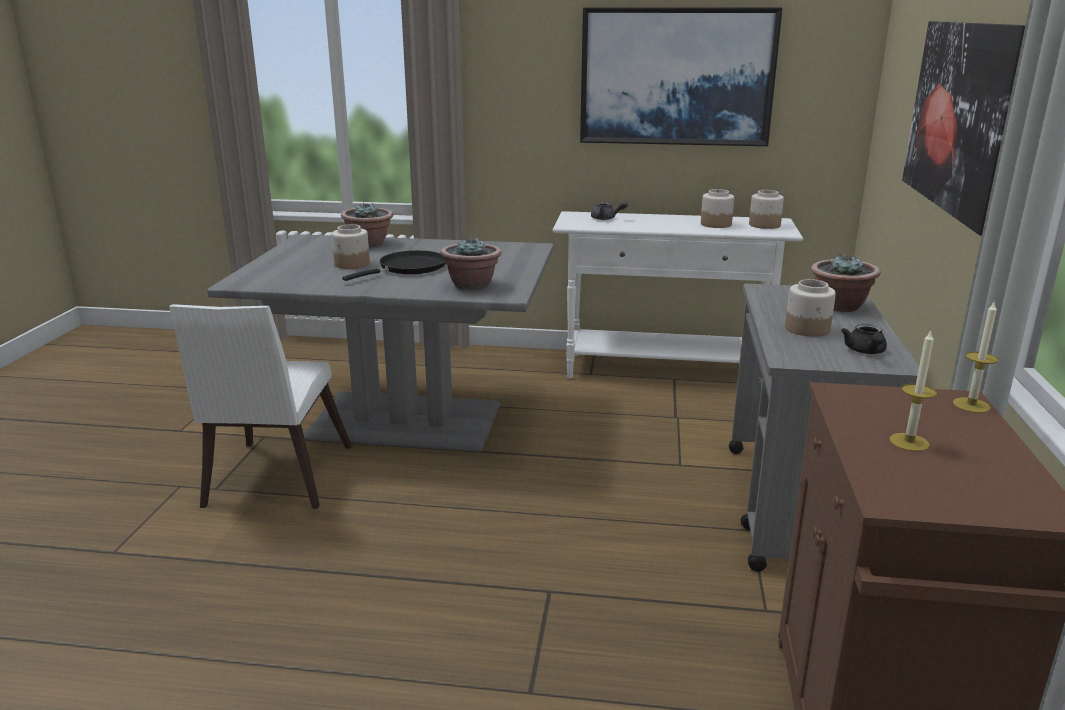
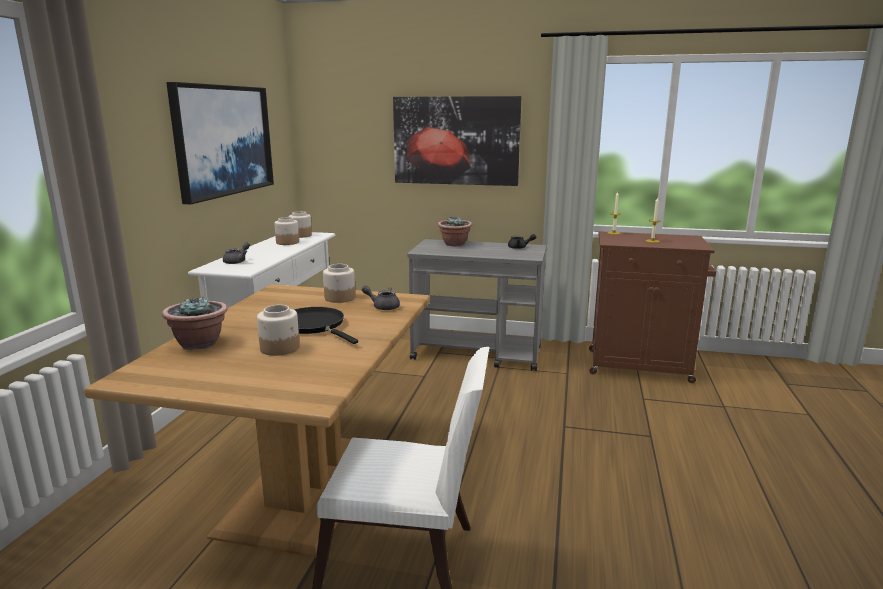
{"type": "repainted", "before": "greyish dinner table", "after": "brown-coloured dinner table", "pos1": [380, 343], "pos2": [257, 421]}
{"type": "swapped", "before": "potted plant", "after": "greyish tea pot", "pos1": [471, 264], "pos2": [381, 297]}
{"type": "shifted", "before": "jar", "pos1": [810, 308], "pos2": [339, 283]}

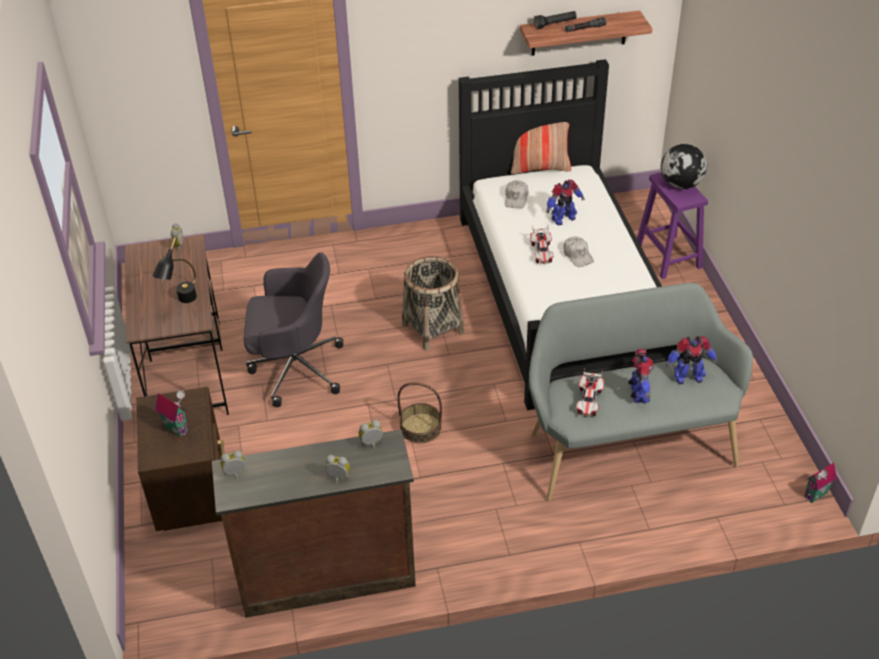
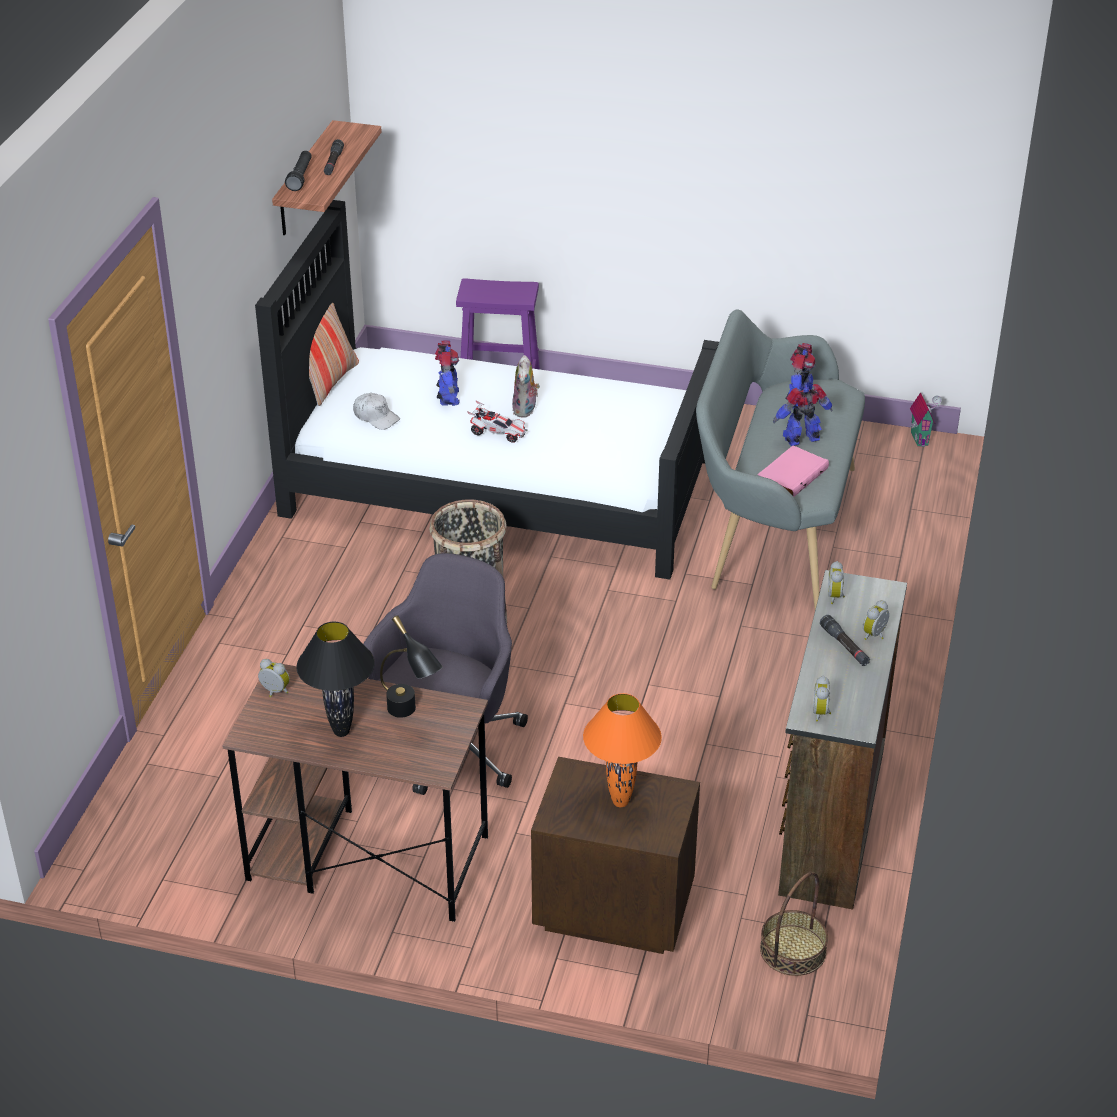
{"type": "gone", "before": "desk globe", "pos1": [684, 166]}
{"type": "swapped", "before": "white-coloured peaked cap", "after": "soft toy", "pos1": [578, 252], "pos2": [526, 386]}
{"type": "rotated", "before": "toy robot", "pos1": [641, 376], "pos2": [803, 415], "turn": -45}
{"type": "swapped", "before": "model car", "after": "pink volume", "pos1": [590, 392], "pos2": [793, 471]}
{"type": "shifted", "before": "storage basket", "pos1": [419, 413], "pos2": [794, 924]}
{"type": "swapped", "before": "toy house", "after": "orange lamp for a table", "pos1": [171, 413], "pos2": [622, 750]}
{"type": "new", "after": "blackish torch", "pos2": [845, 640]}
{"type": "new", "after": "blackish lamp for a table", "pos2": [335, 679]}

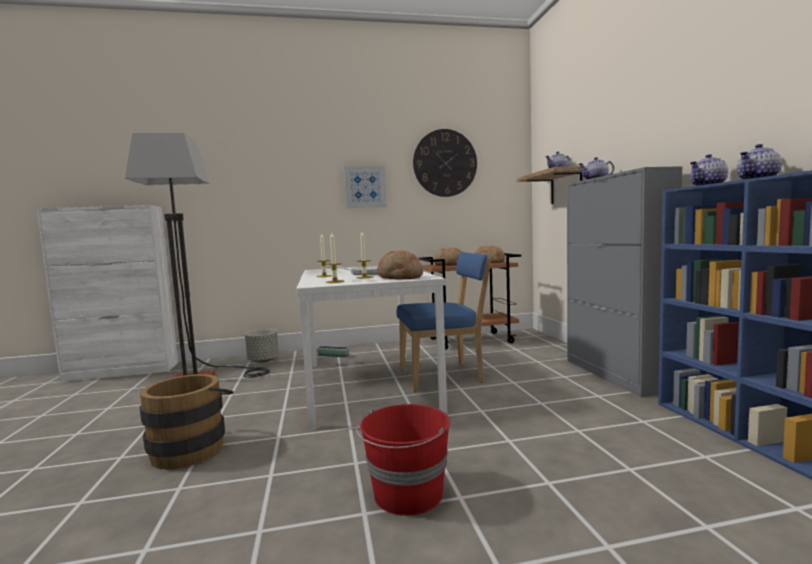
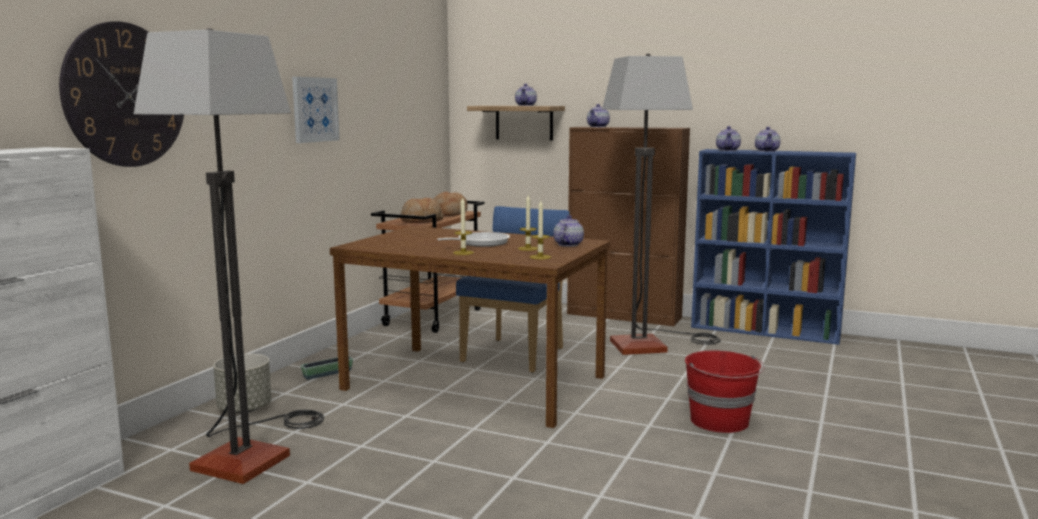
{"type": "shifted", "before": "hanging clock", "pos1": [445, 163], "pos2": [121, 94]}
{"type": "repainted", "before": "greyish cabinet", "after": "brown-coloured cabinet", "pos1": [624, 281], "pos2": [628, 226]}
{"type": "swapped", "before": "bread", "after": "tea pot", "pos1": [400, 265], "pos2": [568, 230]}
{"type": "repainted", "before": "white-coloured dinner table", "after": "brown-coloured dinner table", "pos1": [371, 349], "pos2": [470, 327]}
{"type": "gone", "before": "brown-coloured bucket", "pos1": [187, 421]}
{"type": "new", "after": "standing lamp", "pos2": [661, 204]}

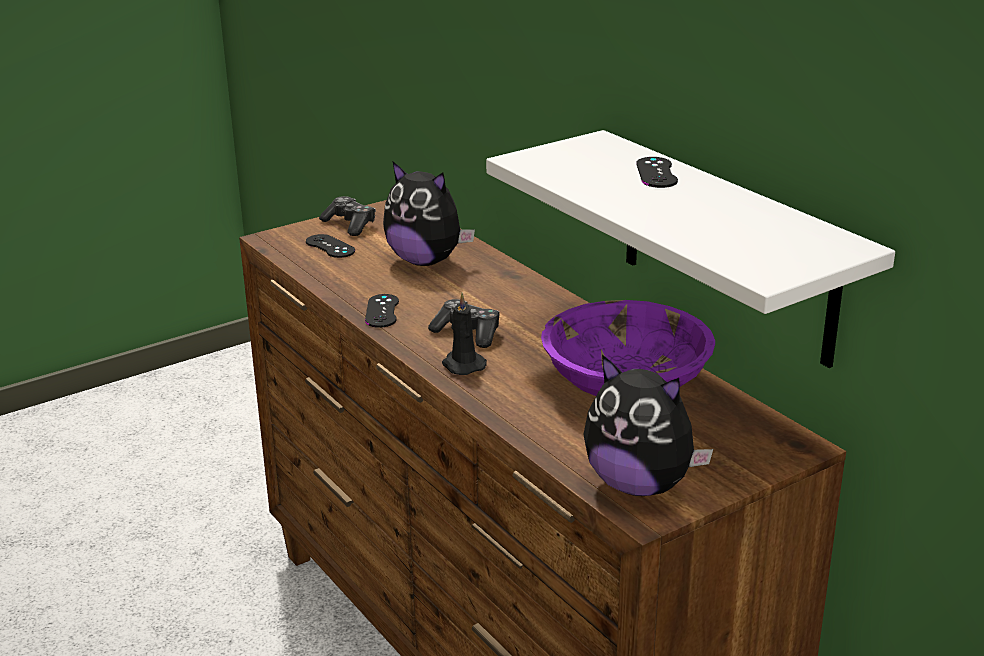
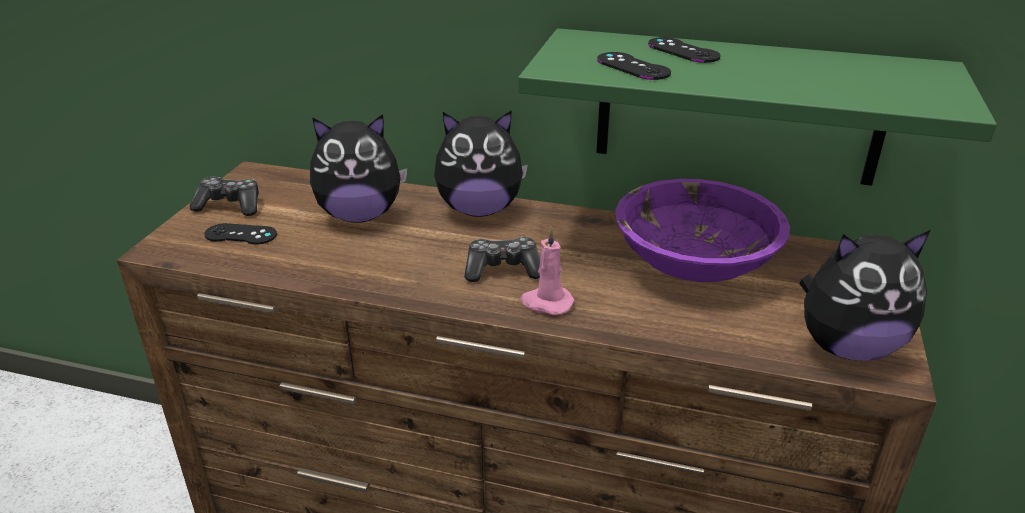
{"type": "repainted", "before": "white-coloured wall shelf", "after": "green wall shelf", "pos1": [690, 249], "pos2": [757, 107]}
{"type": "repainted", "before": "blackish wax light", "after": "pink wax light", "pos1": [464, 334], "pos2": [547, 271]}
{"type": "shifted", "before": "blackish game controller", "pos1": [382, 311], "pos2": [634, 66]}
{"type": "new", "after": "soft toy", "pos2": [481, 164]}

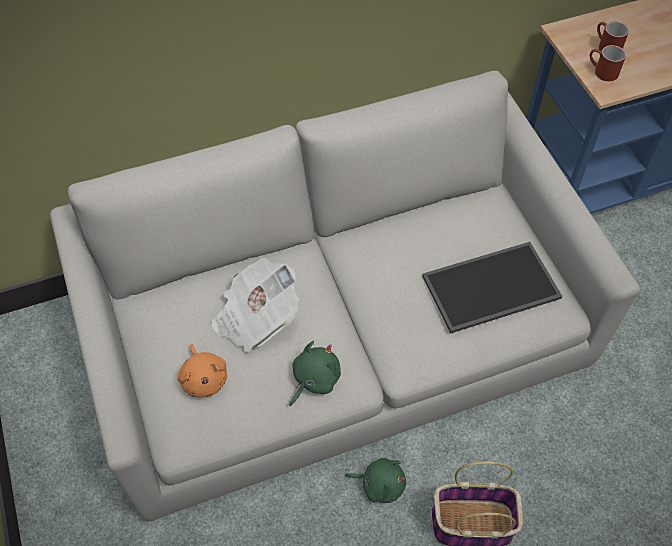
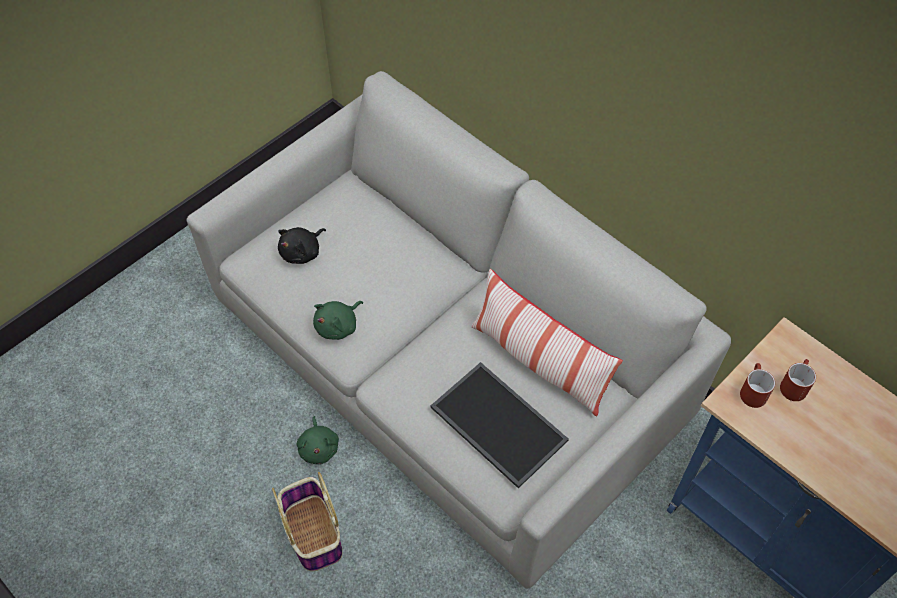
{"type": "gone", "before": "printed paper", "pos1": [255, 305]}
{"type": "rotated", "before": "green soft toy", "pos1": [315, 373], "pos2": [338, 320], "turn": 120}
{"type": "repainted", "before": "orange soft toy", "after": "blackish soft toy", "pos1": [202, 371], "pos2": [302, 245]}
{"type": "new", "after": "pillow", "pos2": [547, 343]}

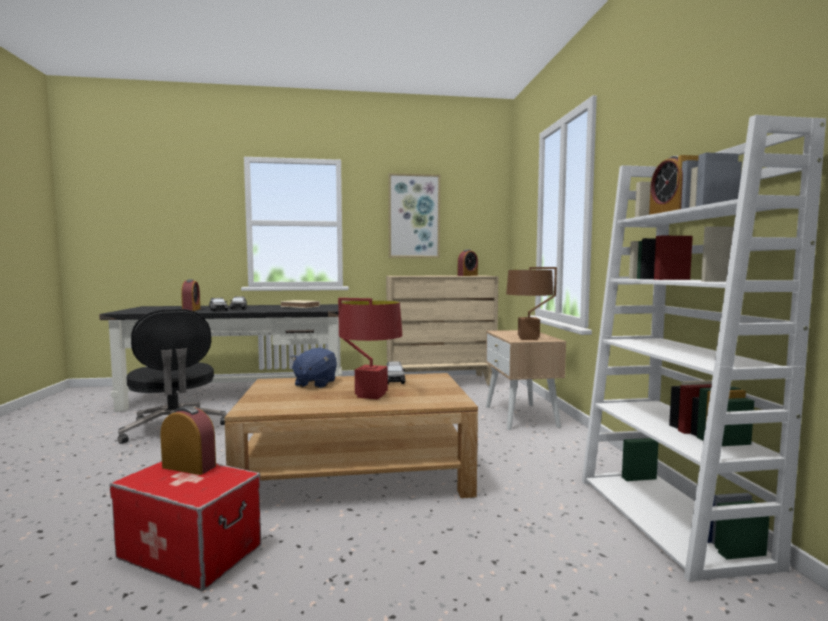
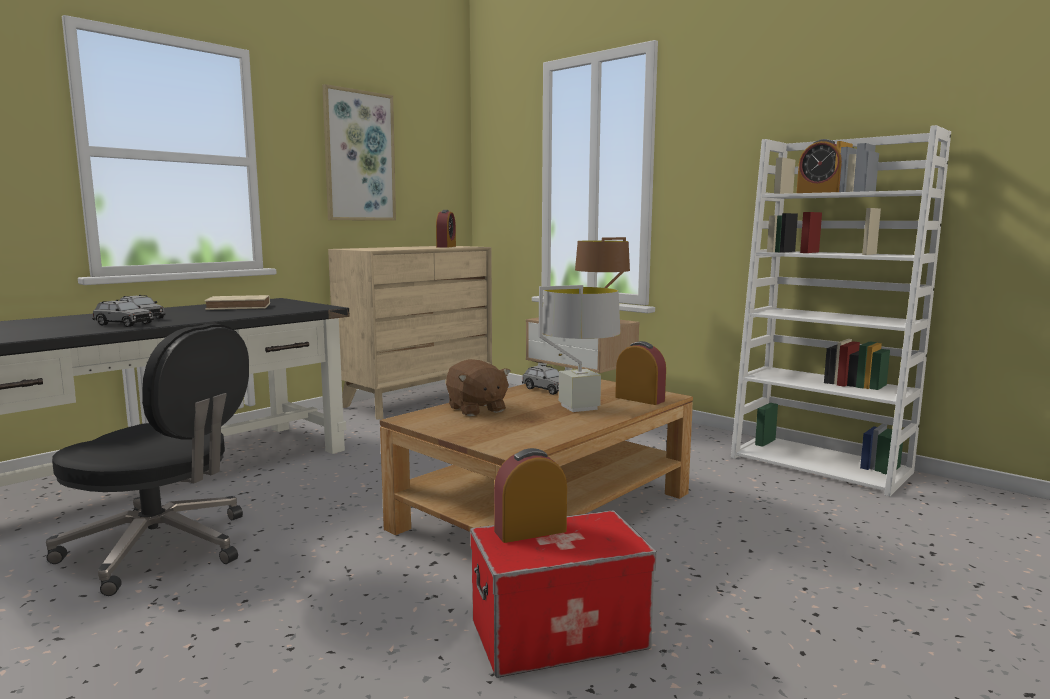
{"type": "shifted", "before": "bedside clock", "pos1": [190, 295], "pos2": [640, 373]}
{"type": "repainted", "before": "red-coloured lamp for a table", "after": "greyish lamp for a table", "pos1": [370, 349], "pos2": [580, 348]}
{"type": "repainted", "before": "blue soft toy", "after": "brown-coloured soft toy", "pos1": [313, 368], "pos2": [478, 387]}

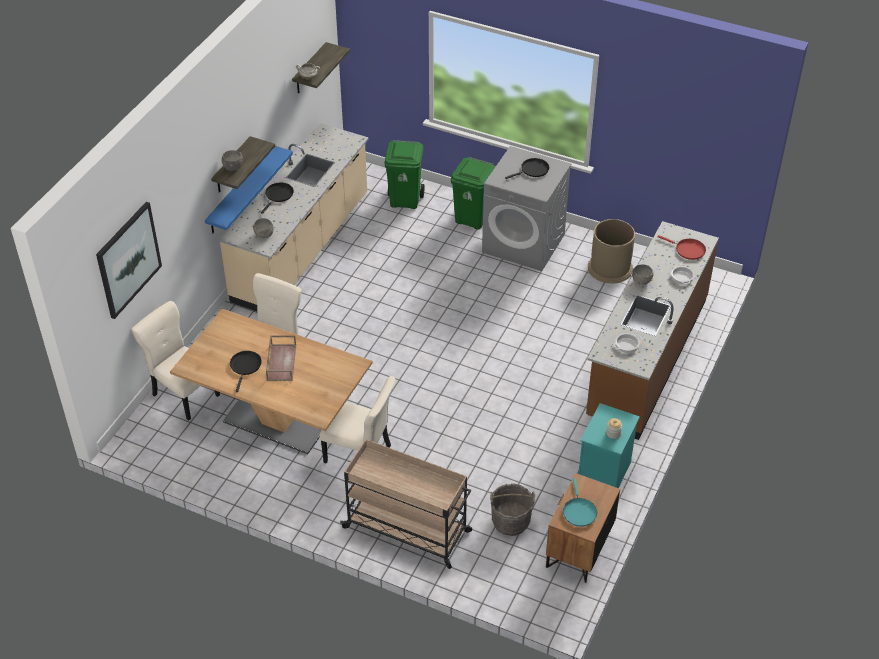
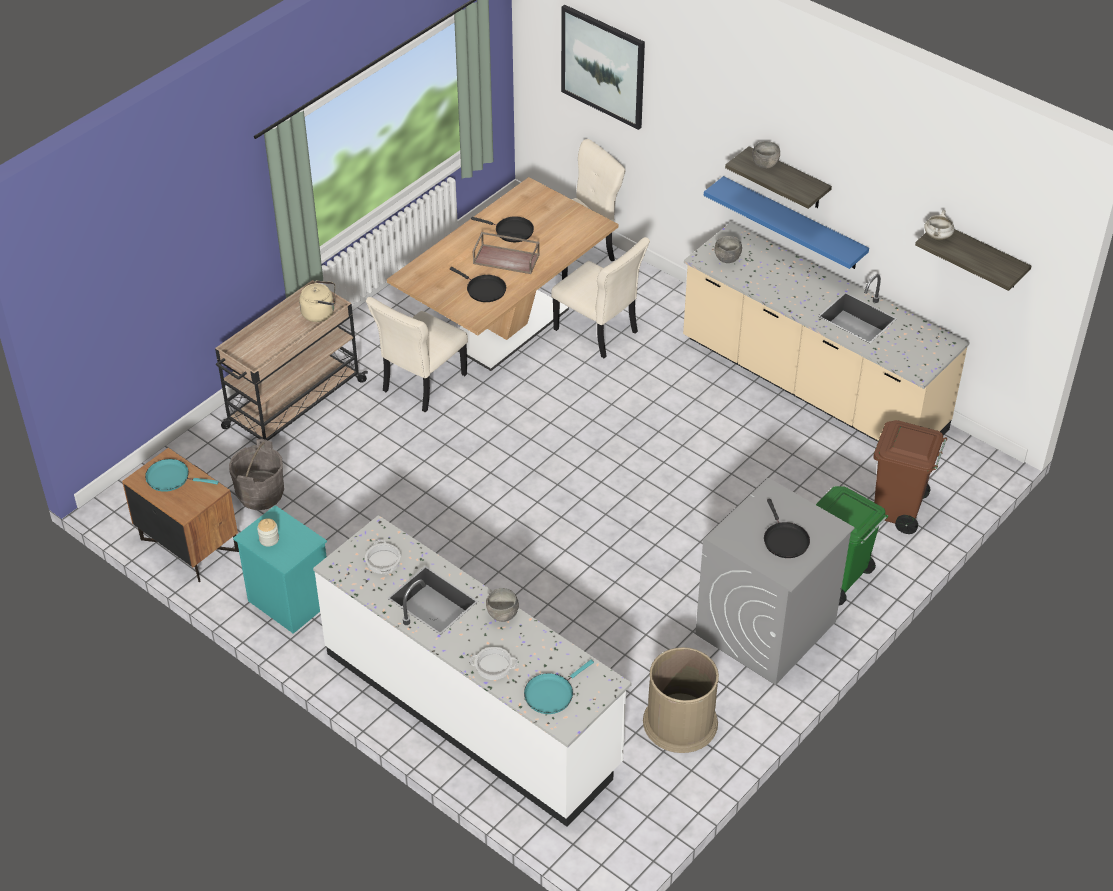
{"type": "repainted", "before": "green waste bin", "after": "brown-coloured waste bin", "pos1": [404, 174], "pos2": [910, 477]}
{"type": "shifted", "before": "blackish frying pan", "pos1": [277, 198], "pos2": [478, 284]}
{"type": "repainted", "before": "brown-coloured kitchen base unit", "after": "white-coloured kitchen base unit", "pos1": [652, 330], "pos2": [472, 671]}
{"type": "repainted", "before": "red-coloured frying pan", "after": "turquoise frying pan", "pos1": [682, 247], "pos2": [559, 687]}
{"type": "new", "after": "sand-coloured water kettle", "pos2": [317, 301]}

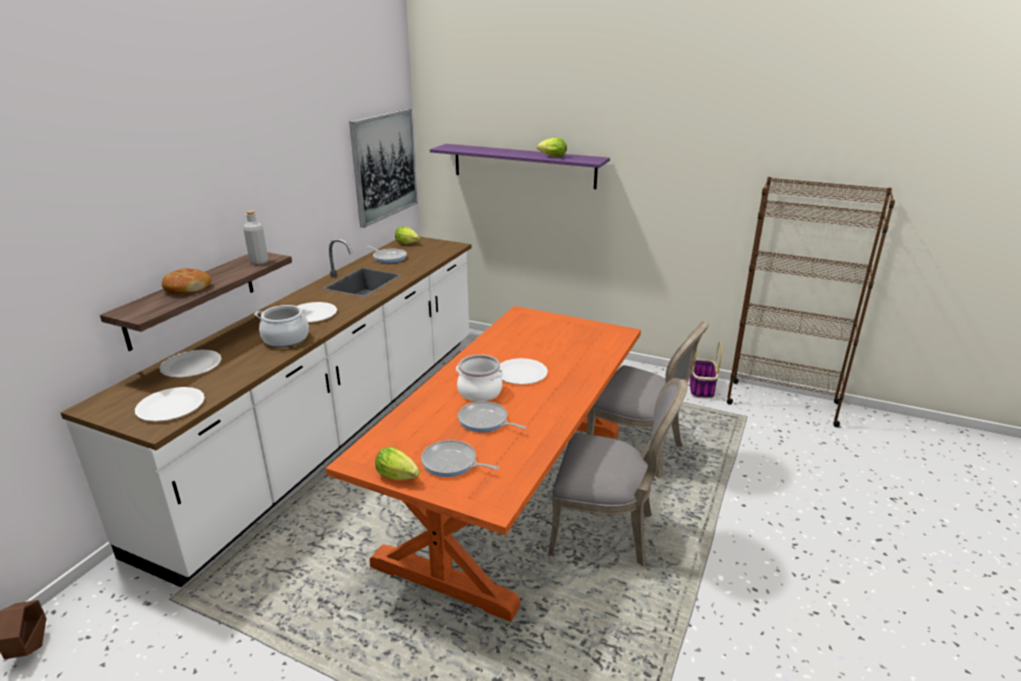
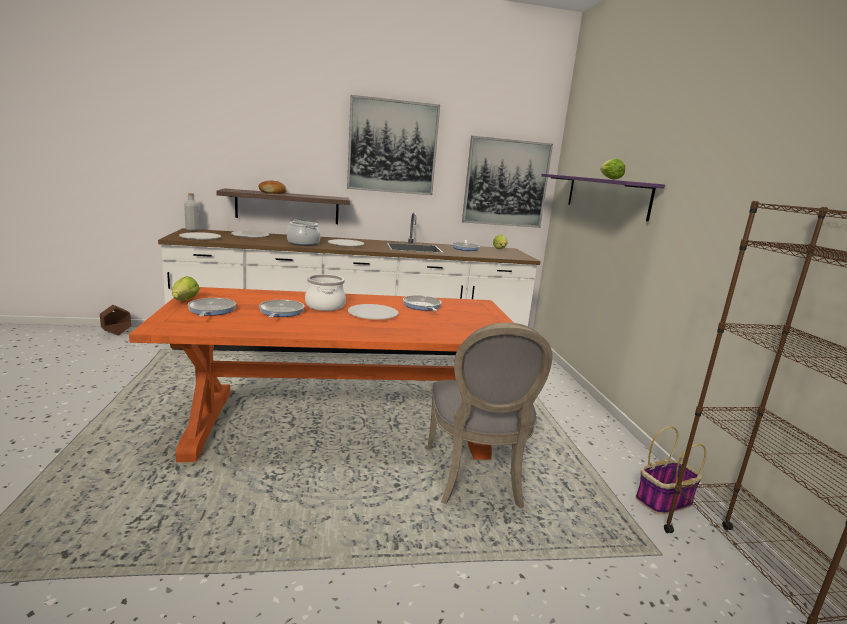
{"type": "shifted", "before": "greyish bottle", "pos1": [255, 238], "pos2": [191, 212]}
{"type": "gone", "before": "greyish chair", "pos1": [618, 472]}
{"type": "new", "after": "wall picture", "pos2": [393, 145]}
{"type": "new", "after": "frying pan", "pos2": [422, 303]}

